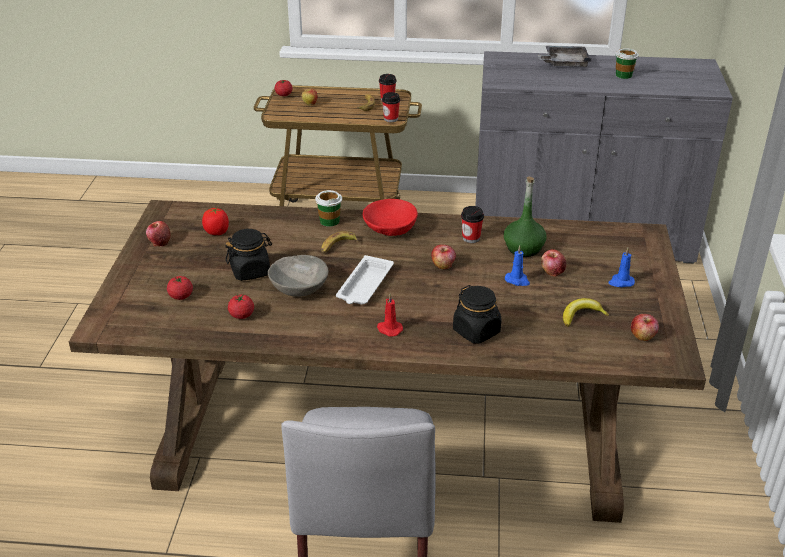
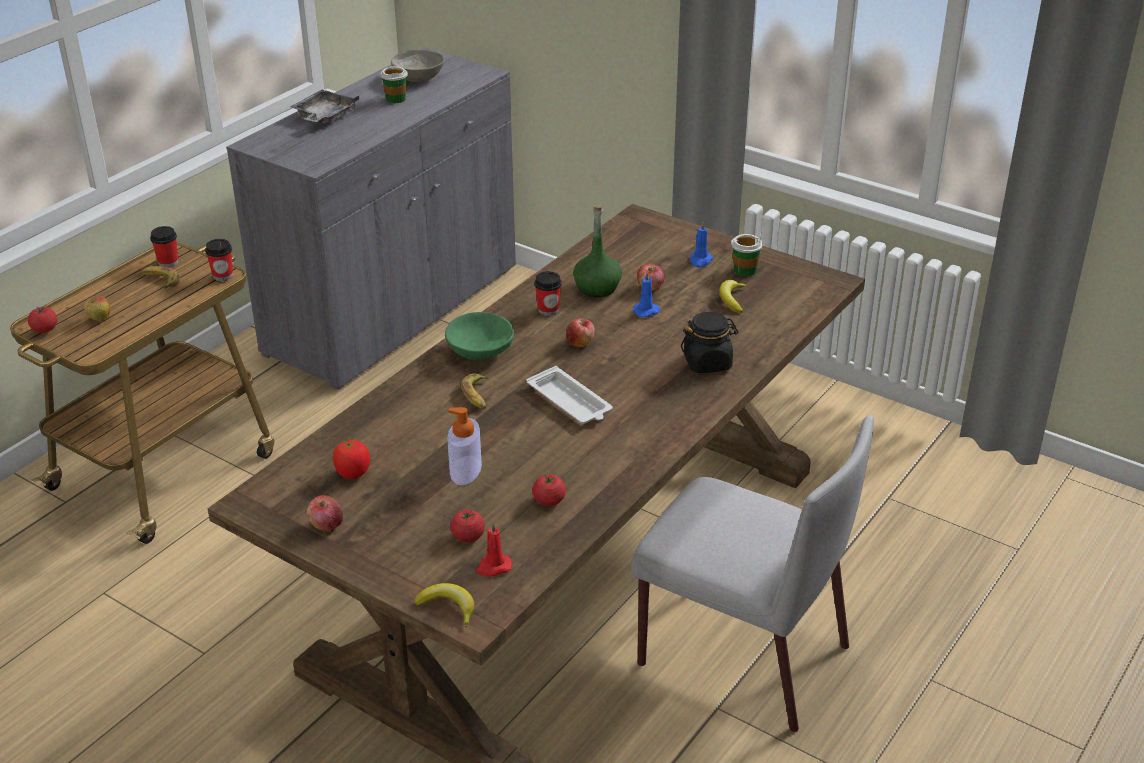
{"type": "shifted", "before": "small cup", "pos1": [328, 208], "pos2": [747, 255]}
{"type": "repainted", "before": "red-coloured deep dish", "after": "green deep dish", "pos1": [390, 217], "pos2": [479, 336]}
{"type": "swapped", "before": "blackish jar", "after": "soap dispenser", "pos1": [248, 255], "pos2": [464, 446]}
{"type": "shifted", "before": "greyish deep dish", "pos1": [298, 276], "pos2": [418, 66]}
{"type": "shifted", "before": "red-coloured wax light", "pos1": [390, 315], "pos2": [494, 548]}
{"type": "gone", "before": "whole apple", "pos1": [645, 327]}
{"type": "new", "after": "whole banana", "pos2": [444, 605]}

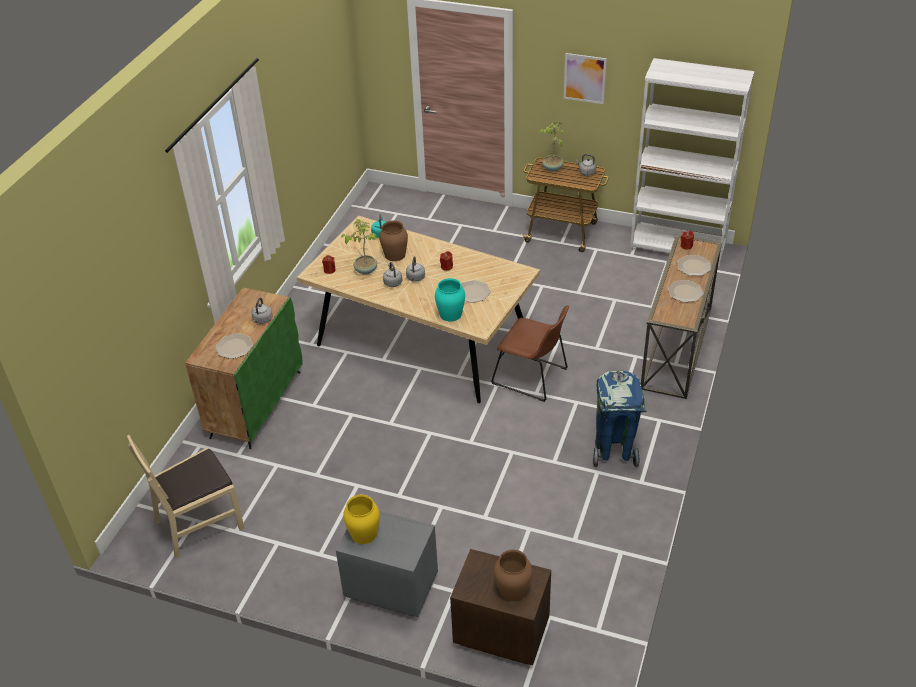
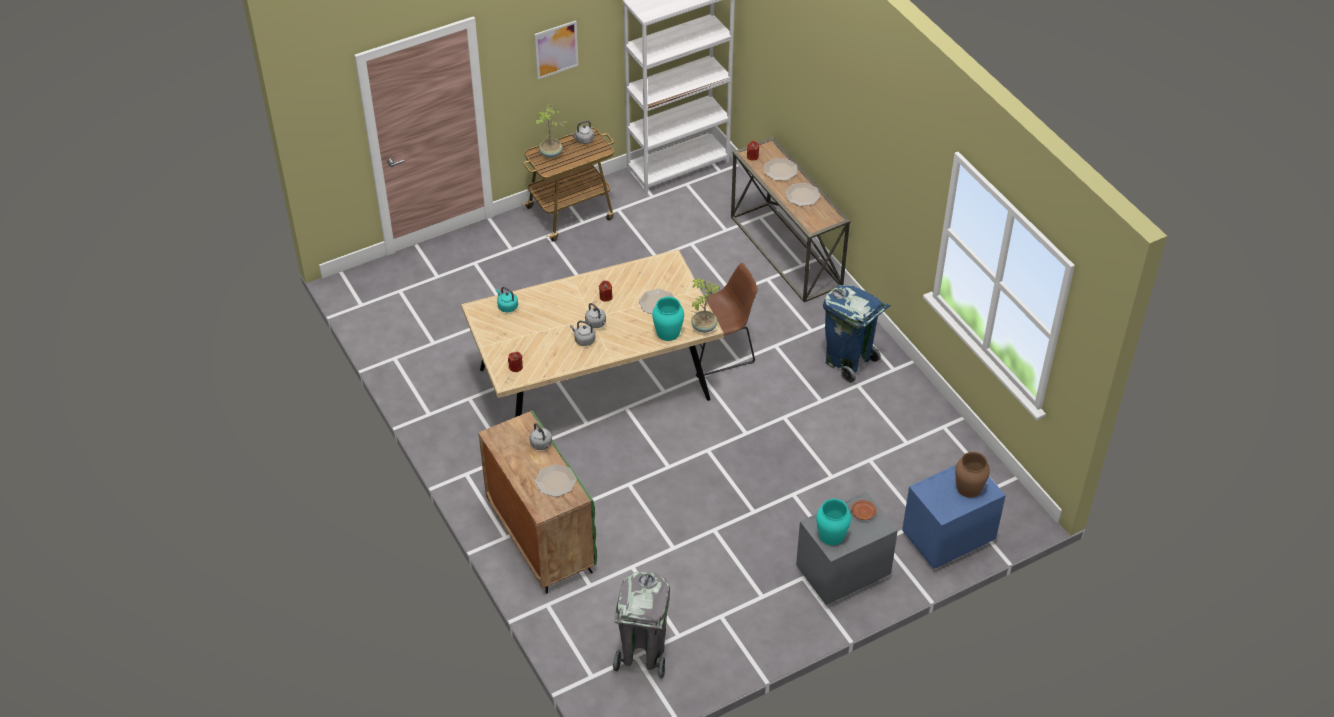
{"type": "shifted", "before": "potted plant", "pos1": [359, 247], "pos2": [705, 305]}
{"type": "gone", "before": "brown-coloured decorative vase", "pos1": [393, 240]}
{"type": "swapped", "before": "sand-coloured chair", "after": "greyish waste bin", "pos1": [186, 497], "pos2": [641, 625]}
{"type": "repainted", "before": "yellow-coloured decorative vase", "after": "turquoise decorative vase", "pos1": [361, 519], "pos2": [833, 522]}
{"type": "repainted", "before": "brown-coloured night table", "after": "blue night table", "pos1": [500, 607], "pos2": [954, 517]}
{"type": "new", "after": "brown-coloured plate", "pos2": [864, 510]}

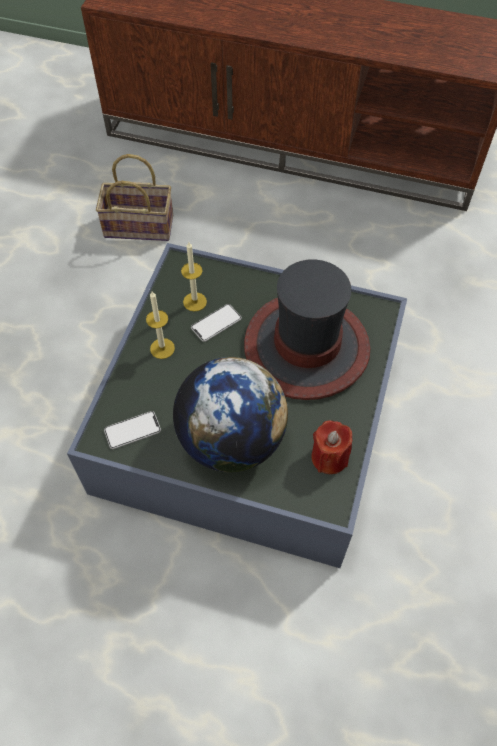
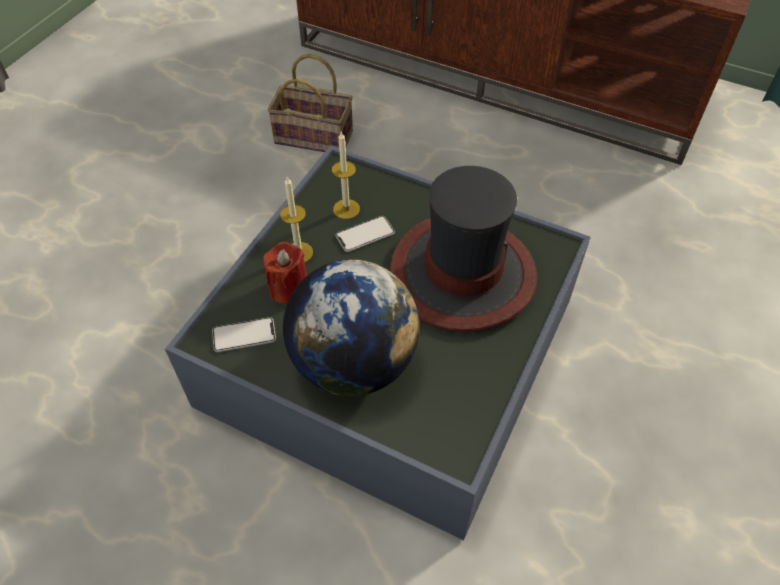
{"type": "shifted", "before": "red-coloured wax light", "pos1": [331, 447], "pos2": [285, 273]}

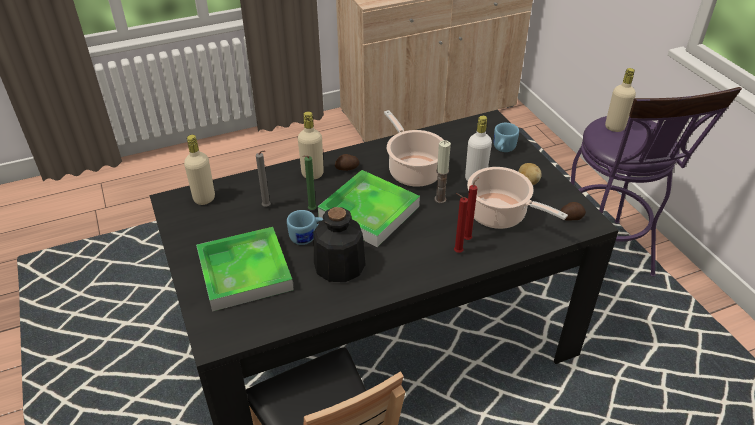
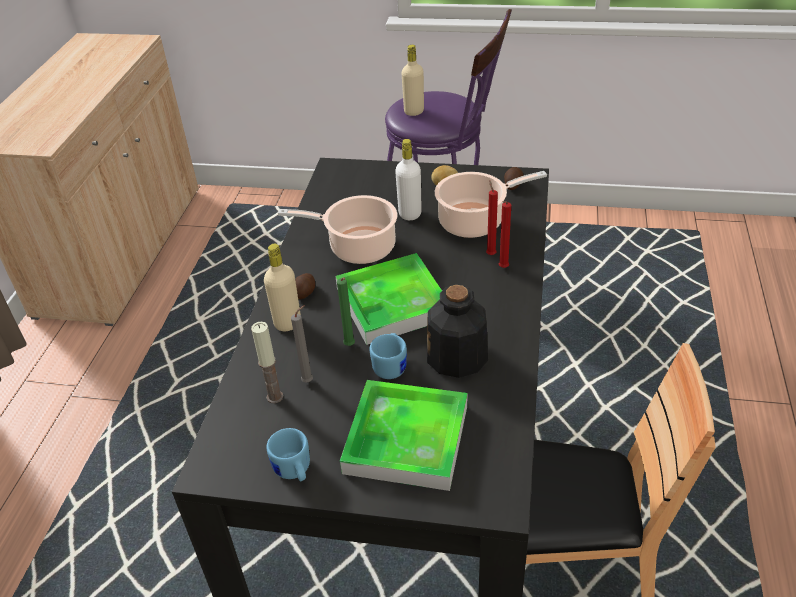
{"type": "shifted", "before": "blue mug", "pos1": [506, 137], "pos2": [288, 454]}
{"type": "gone", "before": "sand-coloured bottle", "pos1": [199, 170]}
{"type": "shifted", "before": "wax light", "pos1": [443, 171], "pos2": [267, 362]}

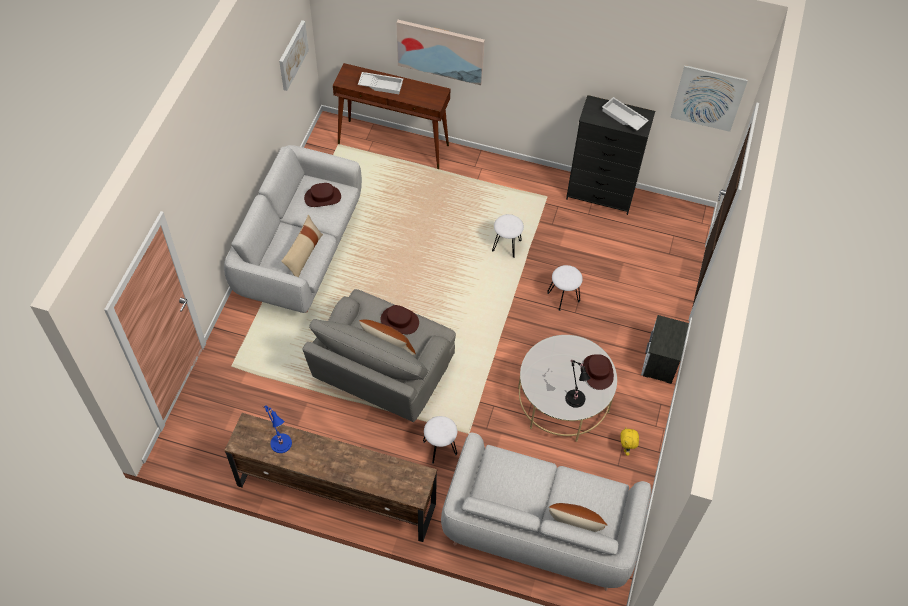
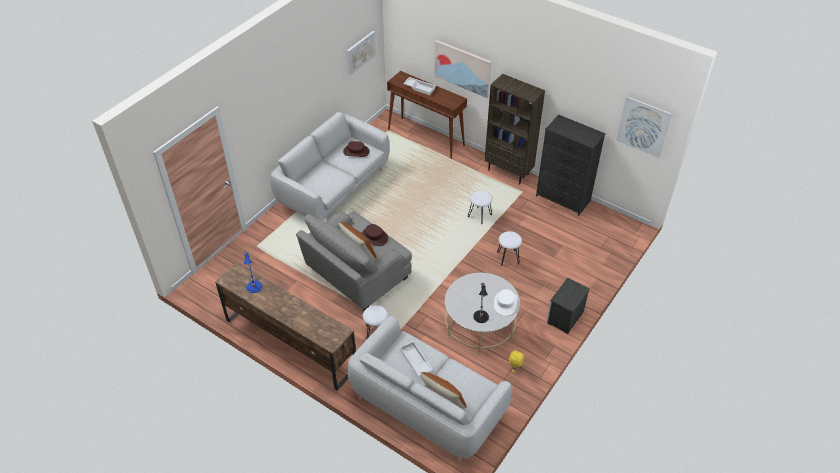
{"type": "shifted", "before": "white-coloured carrying tray", "pos1": [625, 114], "pos2": [416, 359]}
{"type": "gone", "before": "sand-coloured pillow", "pos1": [302, 246]}
{"type": "repainted", "before": "brown-coloured wearable hat", "after": "white-coloured wearable hat", "pos1": [598, 372], "pos2": [506, 302]}
{"type": "new", "after": "brown-coloured bookcase", "pos2": [515, 129]}

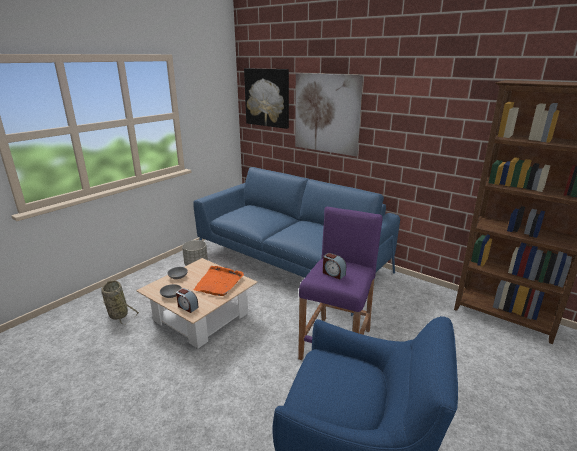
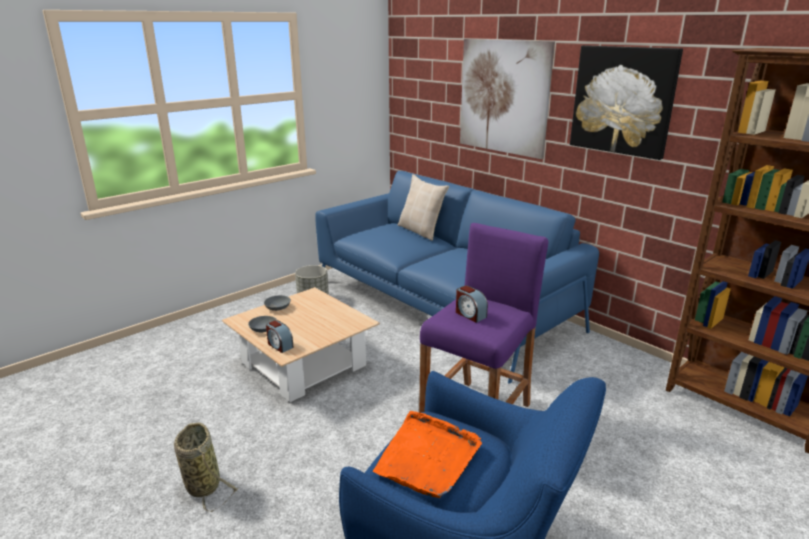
{"type": "shifted", "before": "wall picture", "pos1": [266, 98], "pos2": [626, 102]}
{"type": "shifted", "before": "orange carrying tray", "pos1": [218, 281], "pos2": [427, 454]}
{"type": "shifted", "before": "storage basket", "pos1": [120, 302], "pos2": [206, 467]}
{"type": "new", "after": "sand-coloured pillow", "pos2": [423, 207]}

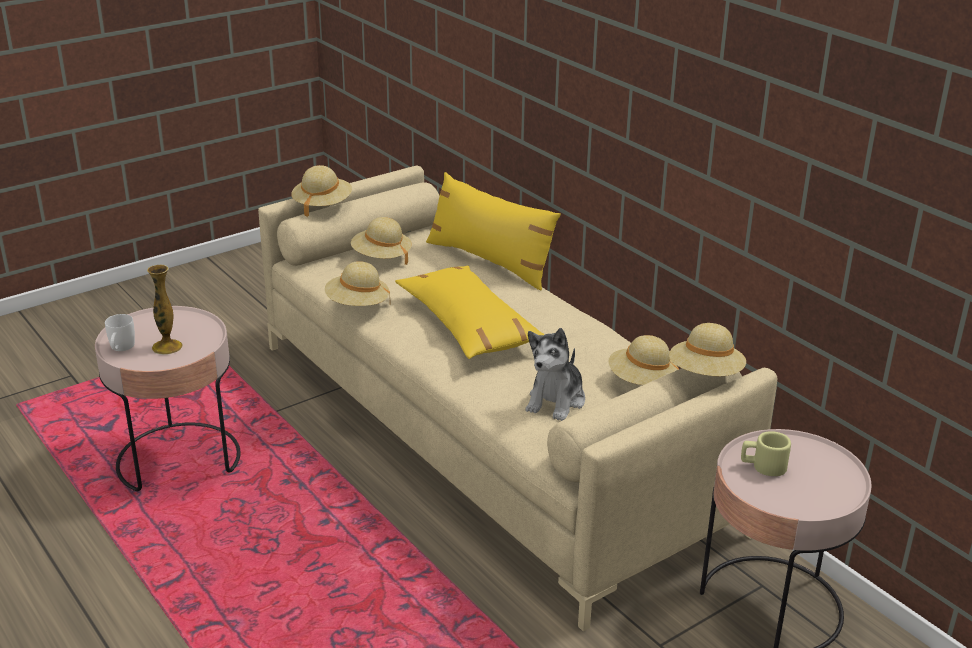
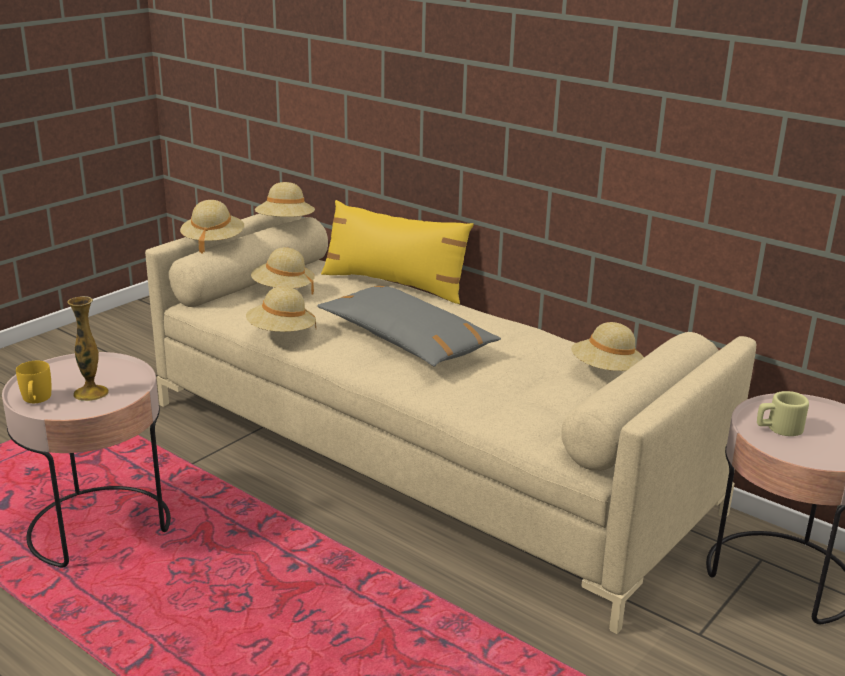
{"type": "repainted", "before": "yellow-coloured pillow", "after": "greyish pillow", "pos1": [470, 312], "pos2": [409, 326]}
{"type": "repainted", "before": "white-coloured mug", "after": "yellow-coloured mug", "pos1": [120, 332], "pos2": [33, 382]}
{"type": "shifted", "before": "sand-coloured wearable hat", "pos1": [707, 349], "pos2": [285, 199]}
{"type": "gone", "before": "soft toy", "pos1": [555, 374]}

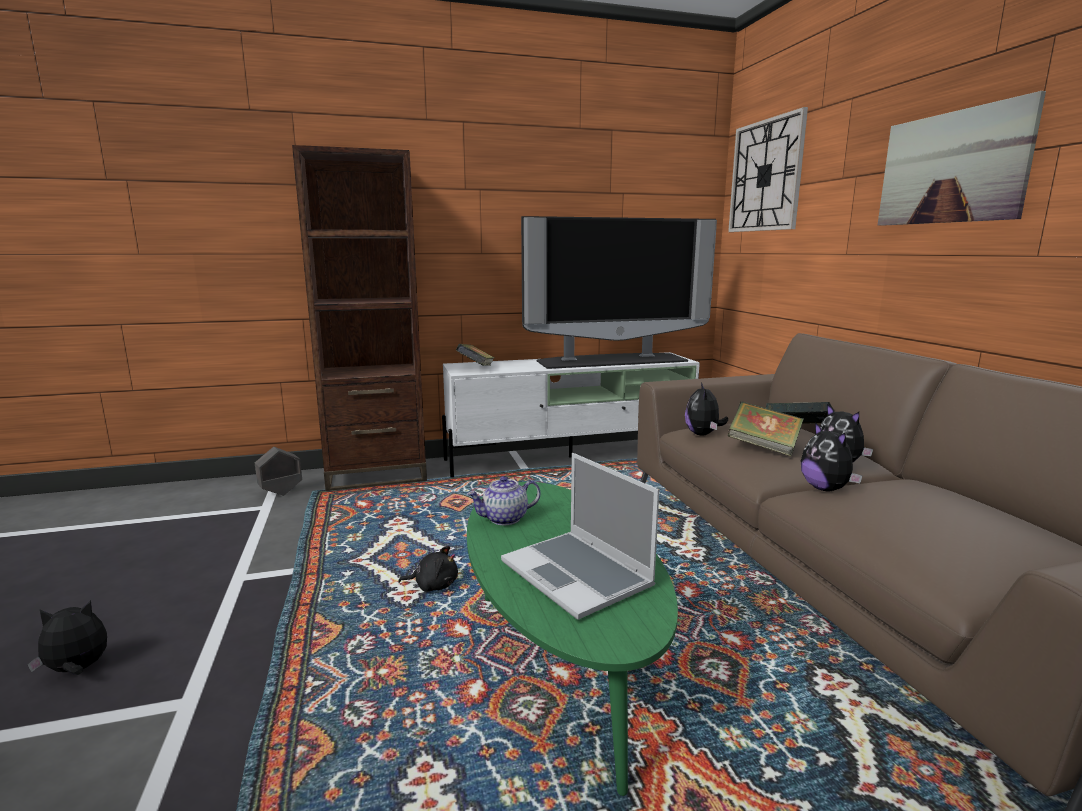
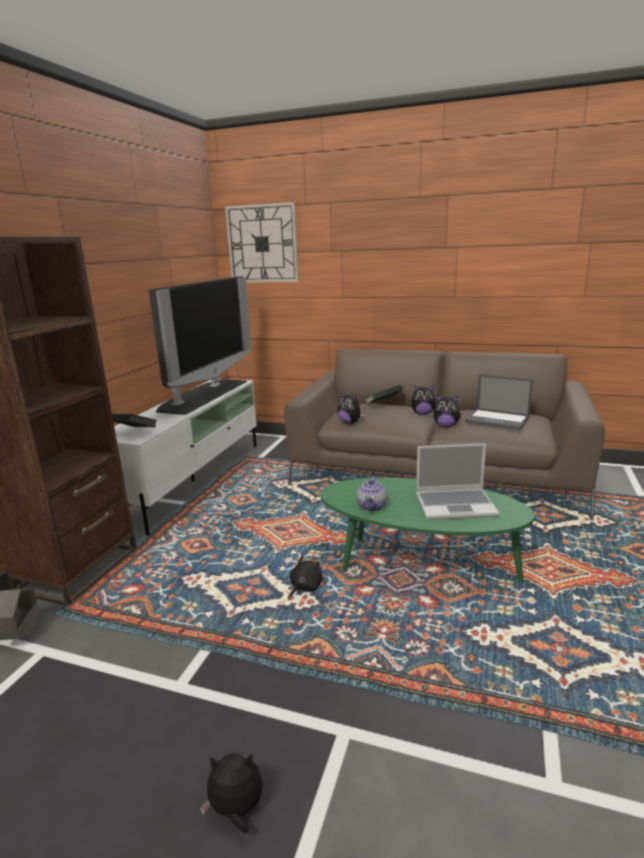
{"type": "gone", "before": "wall picture", "pos1": [962, 158]}
{"type": "gone", "before": "volume", "pos1": [765, 428]}
{"type": "rotated", "before": "soft toy", "pos1": [67, 637], "pos2": [231, 793], "turn": 75}
{"type": "new", "after": "laptop", "pos2": [499, 402]}

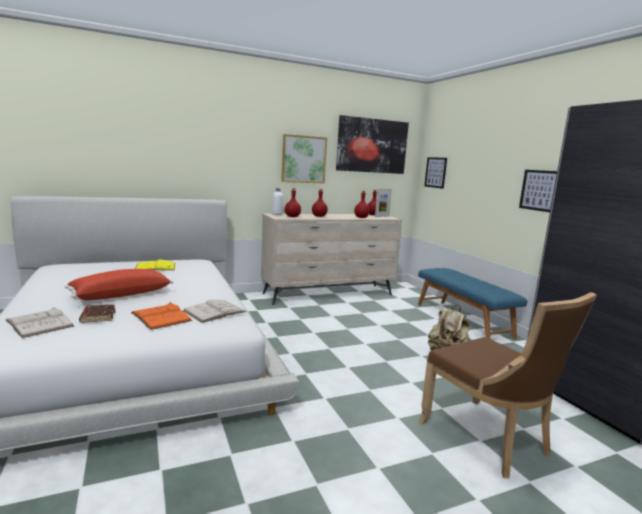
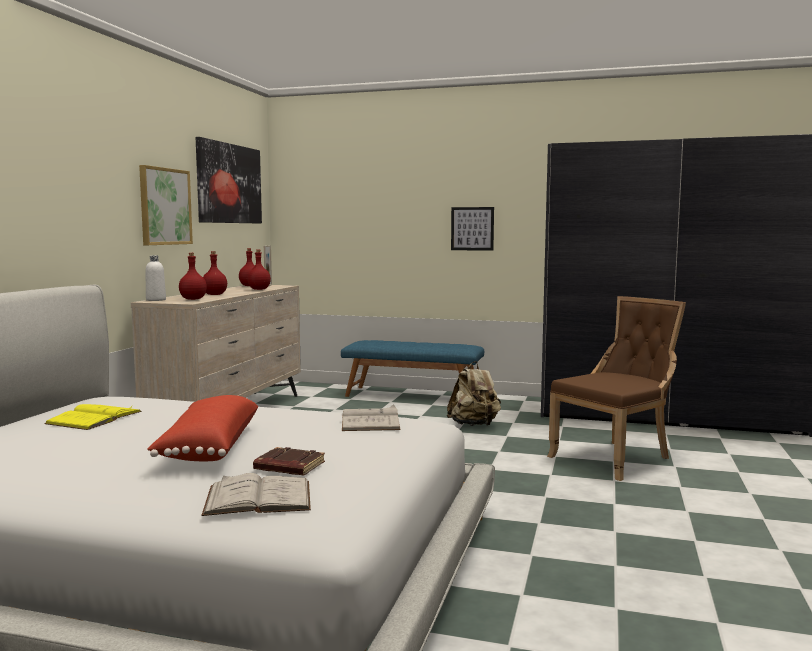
{"type": "gone", "before": "wall picture", "pos1": [435, 173]}
{"type": "rotated", "before": "brown-coloured chair", "pos1": [507, 385], "pos2": [616, 388], "turn": -45}
{"type": "gone", "before": "orange volume", "pos1": [161, 316]}

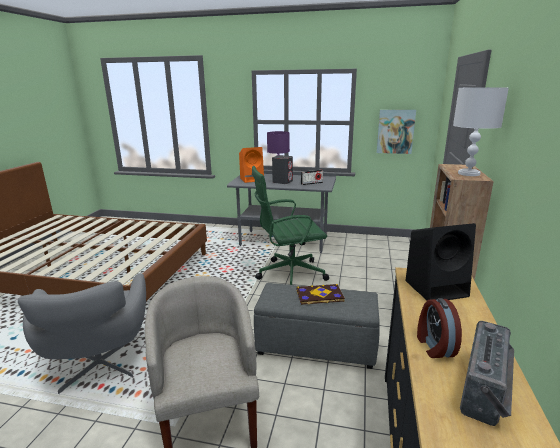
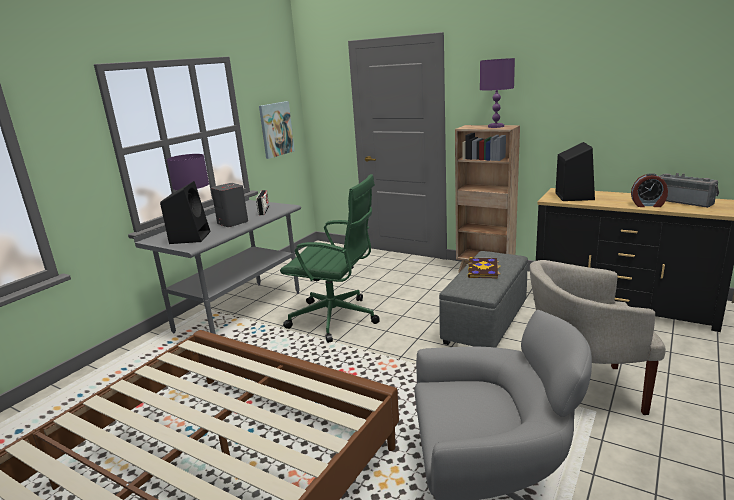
{"type": "repainted", "before": "white-coloured lamp for a table", "after": "purplish lamp for a table", "pos1": [481, 131], "pos2": [497, 93]}
{"type": "repainted", "before": "orange audio speaker", "after": "blackish audio speaker", "pos1": [251, 165], "pos2": [185, 212]}
{"type": "rotated", "before": "green desk chair", "pos1": [290, 225], "pos2": [329, 258], "turn": -75}

